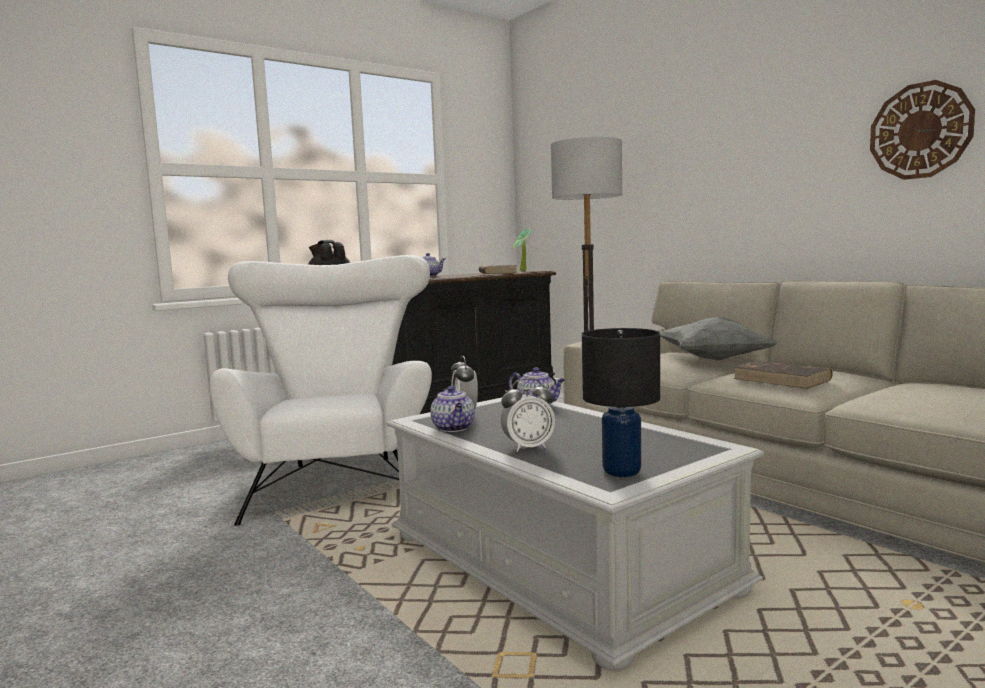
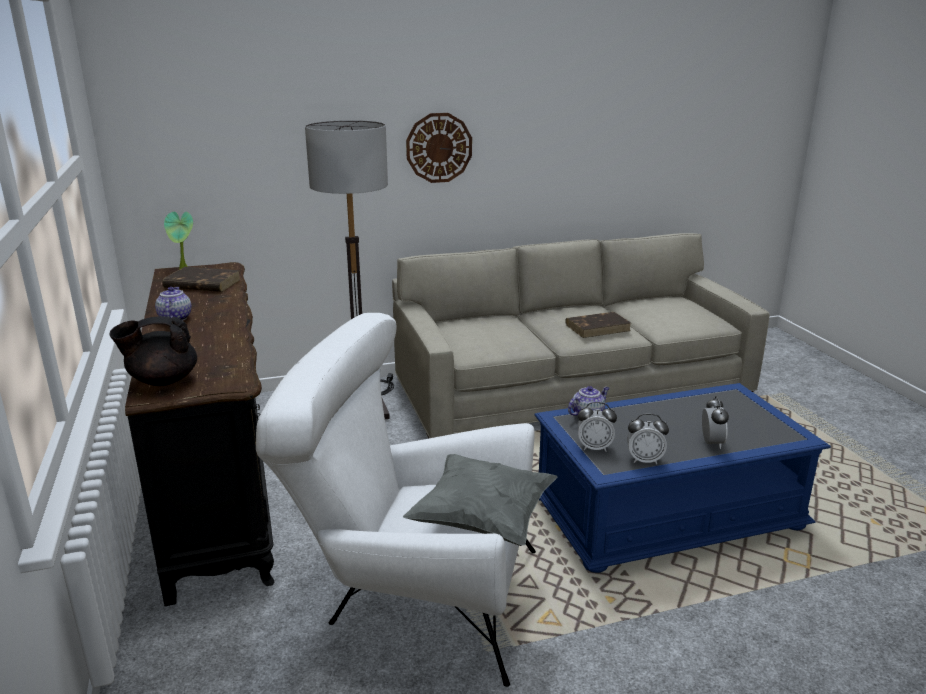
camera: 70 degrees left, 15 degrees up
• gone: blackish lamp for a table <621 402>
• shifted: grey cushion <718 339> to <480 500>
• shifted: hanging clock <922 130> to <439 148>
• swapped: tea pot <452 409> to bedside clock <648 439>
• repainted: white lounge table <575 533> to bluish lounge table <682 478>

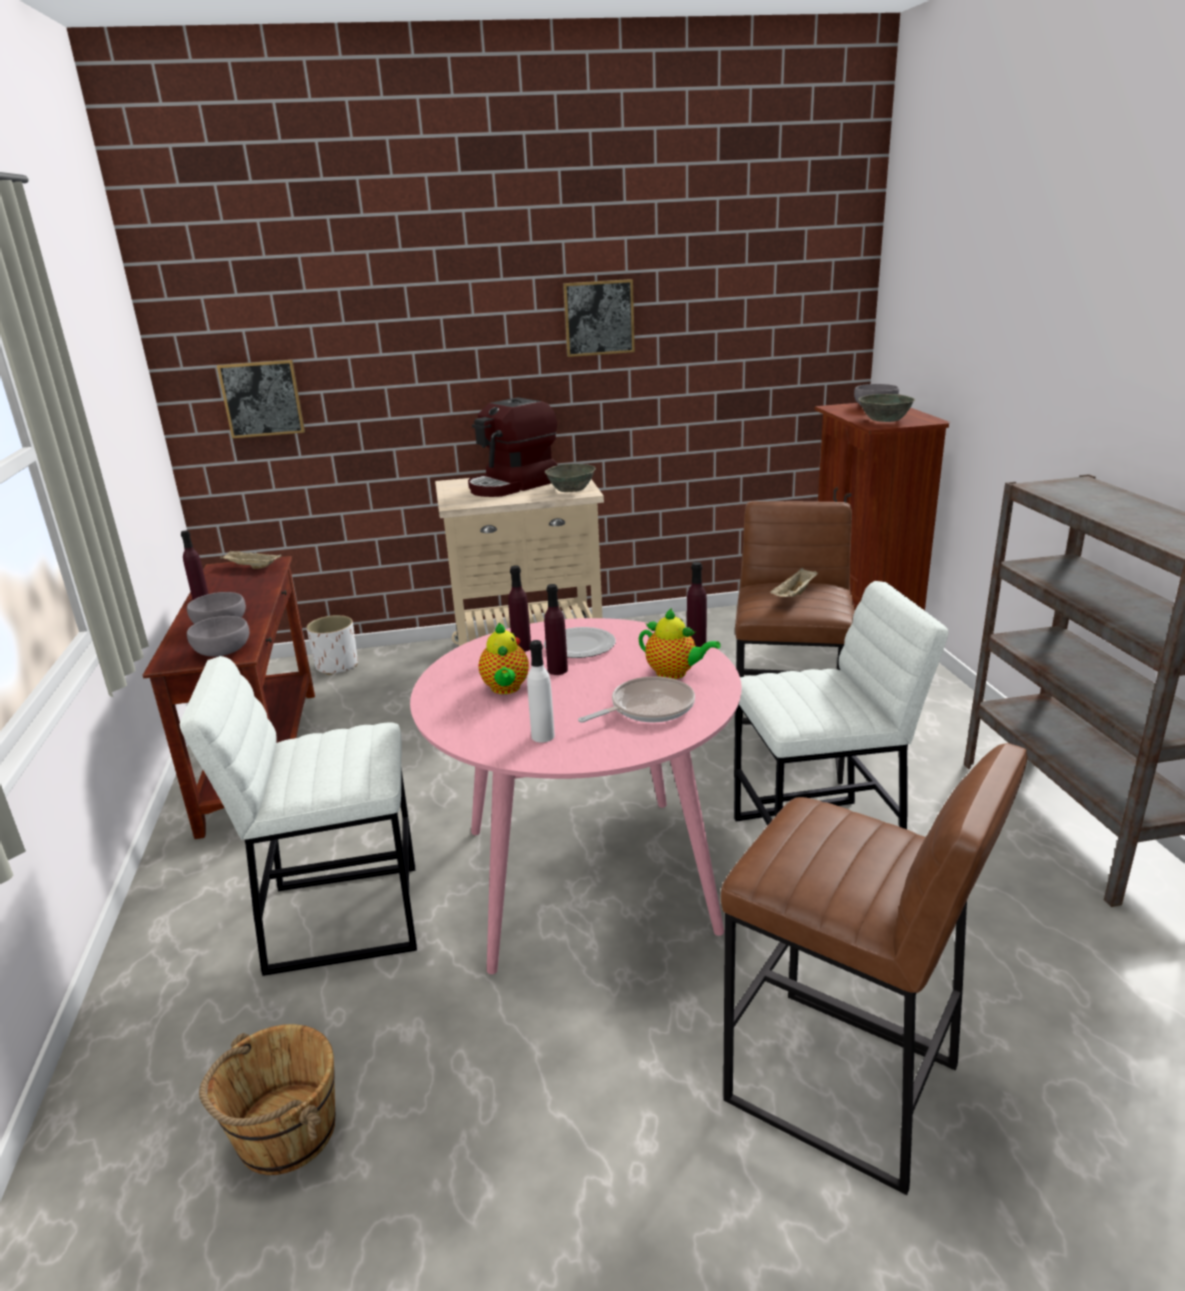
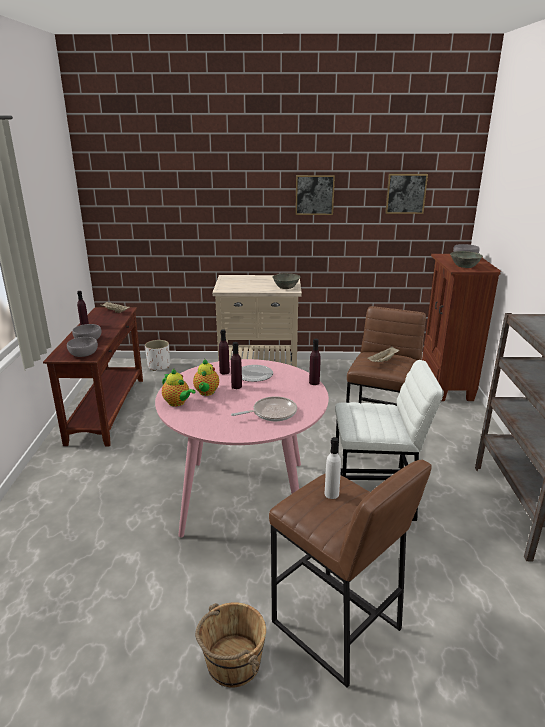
camera: 10 degrees right, 0 degrees up
• gone: white upright chair <298 816>
• gone: coffee machine <513 447>
• shifted: brownish pail <267 1099> to <230 644>
• shifted: wall picture <261 399> to <406 194>
• shifted: white bottle <541 691> to <333 468>
• shifted: tea pot <680 643> to <179 388>

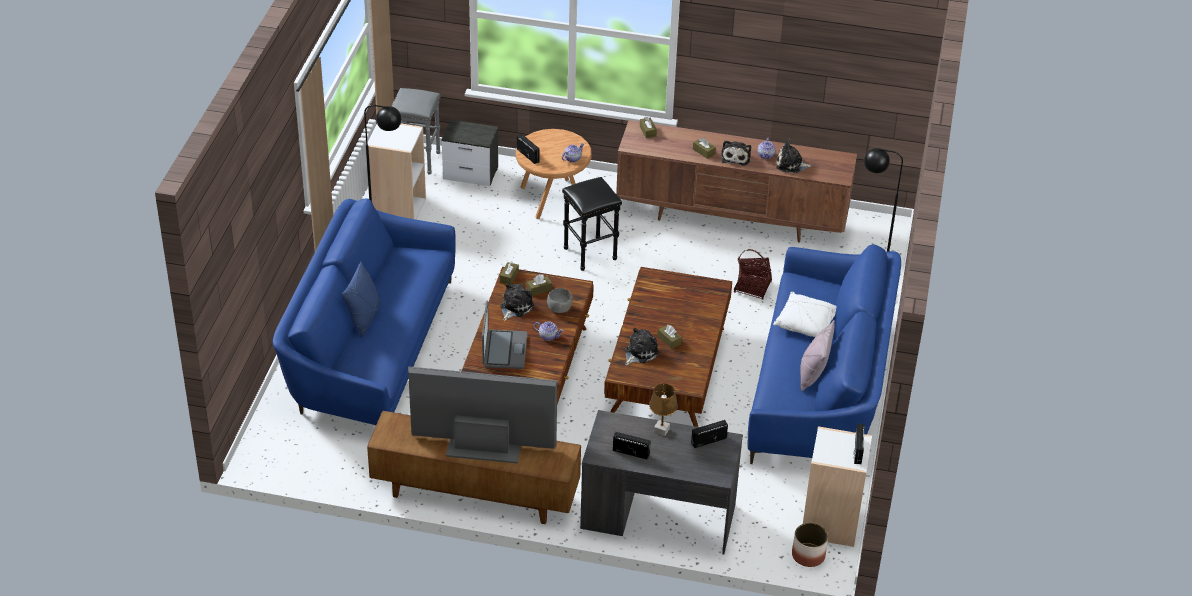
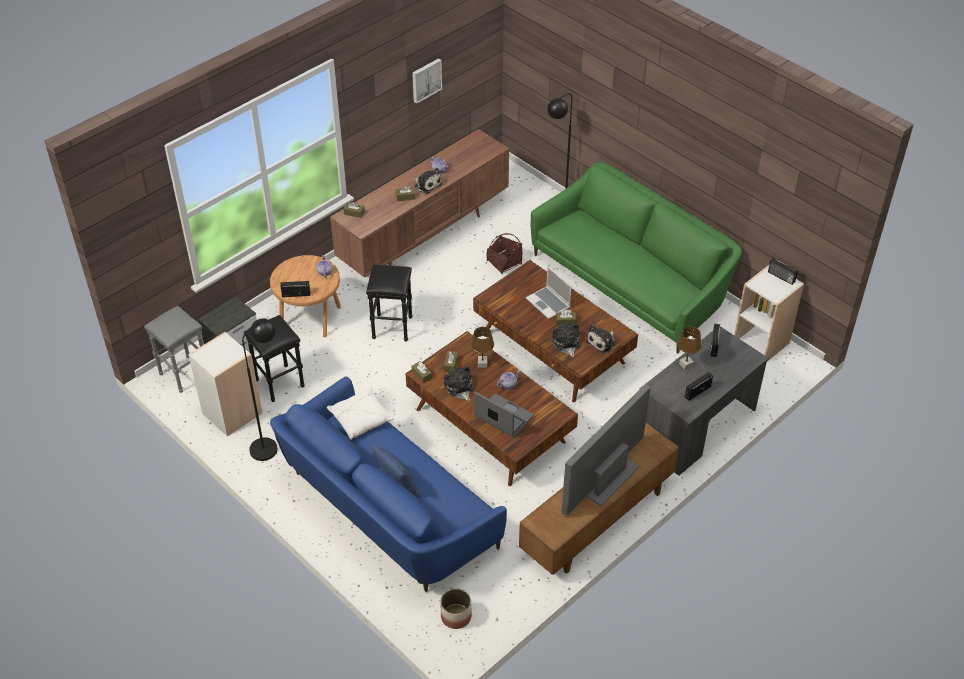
camera: 55 degrees left, 5 degrees up
• gone: purple-coloured cushion <817 355>
• new: blackish stool <274 358>
• new: wall picture <427 81>
• new: portable computer <548 293>
• shifted: white cushion <804 314> to <360 414>
• shifted: cuddly toy <794 156> to <601 339>
• shifted: plant pot <810 545> to <456 608>
• swapped: grey serving bowl <560 300> to brownish lamp for a table <482 347>
• repainted: bluish settee <824 354> to green settee <636 257>

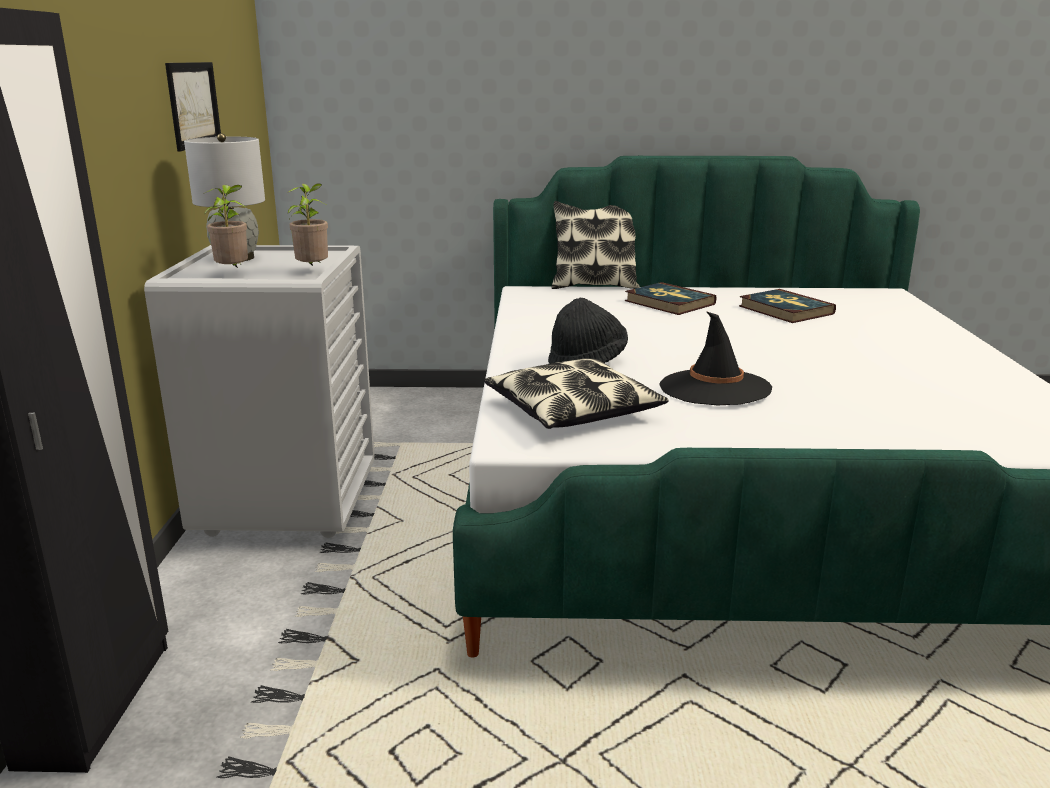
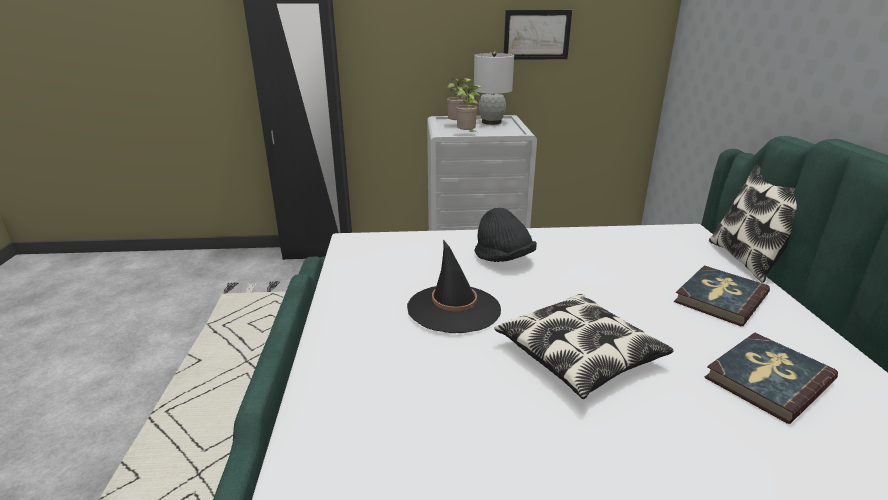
camera: 85 degrees right, 5 degrees up
• shifted: cushion <576 394> to <584 346>

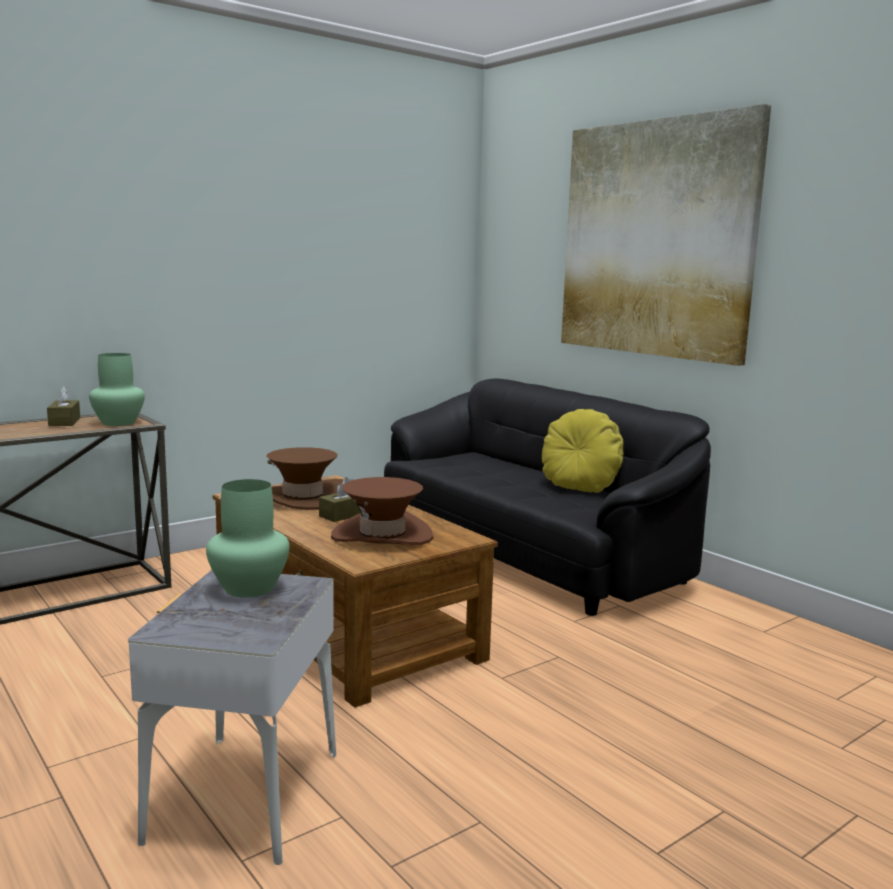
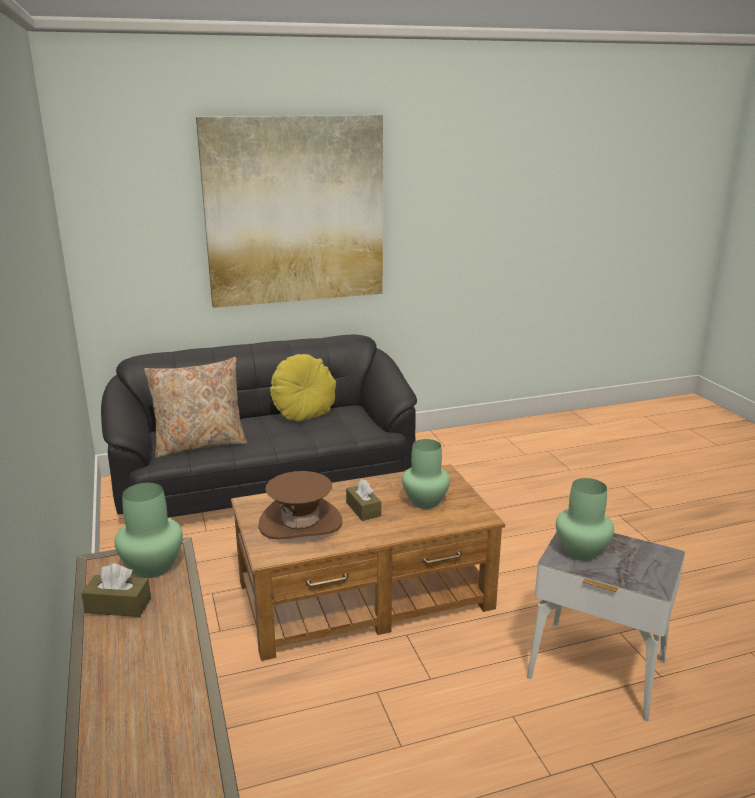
camera: 70 degrees left, 10 degrees up
• new: beige-coloured cushion <195 407>
• swapped: brownish wearable hat <382 511> to green flower vase <426 474>

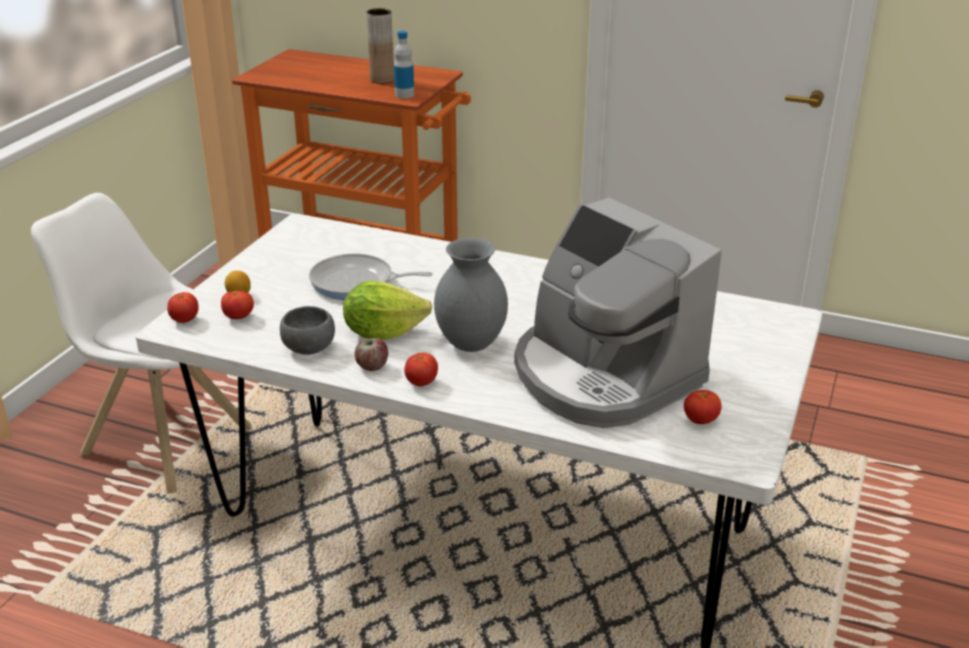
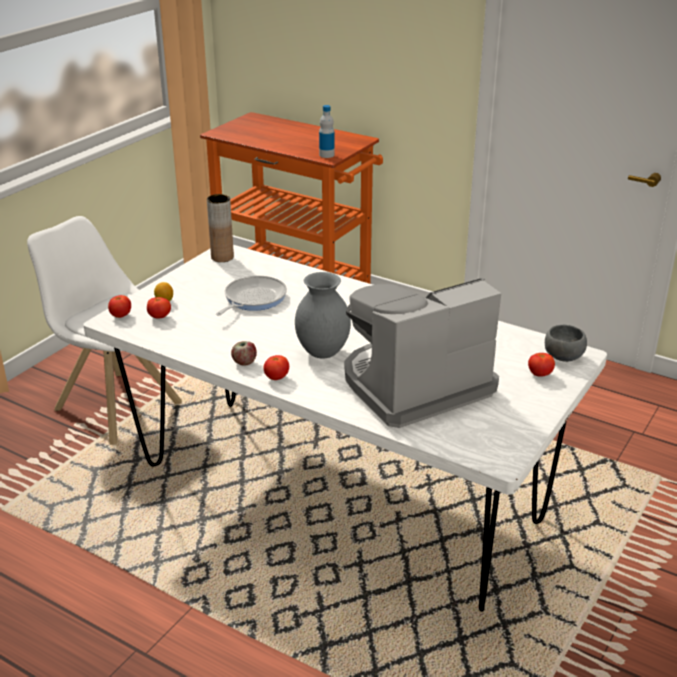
camera: 10 degrees right, 0 degrees up
• gone: lettuce <387 310>
• shifted: grey serving bowl <307 330> to <566 343>
• shifted: brownish flower vase <380 46> to <220 228>
• shifted: tomato <703 407> to <541 365>
• rotated: skillet <371 277> = <251 296> 105 degrees clockwise
• rotated: coffee machine <618 313> = <423 353> 90 degrees clockwise

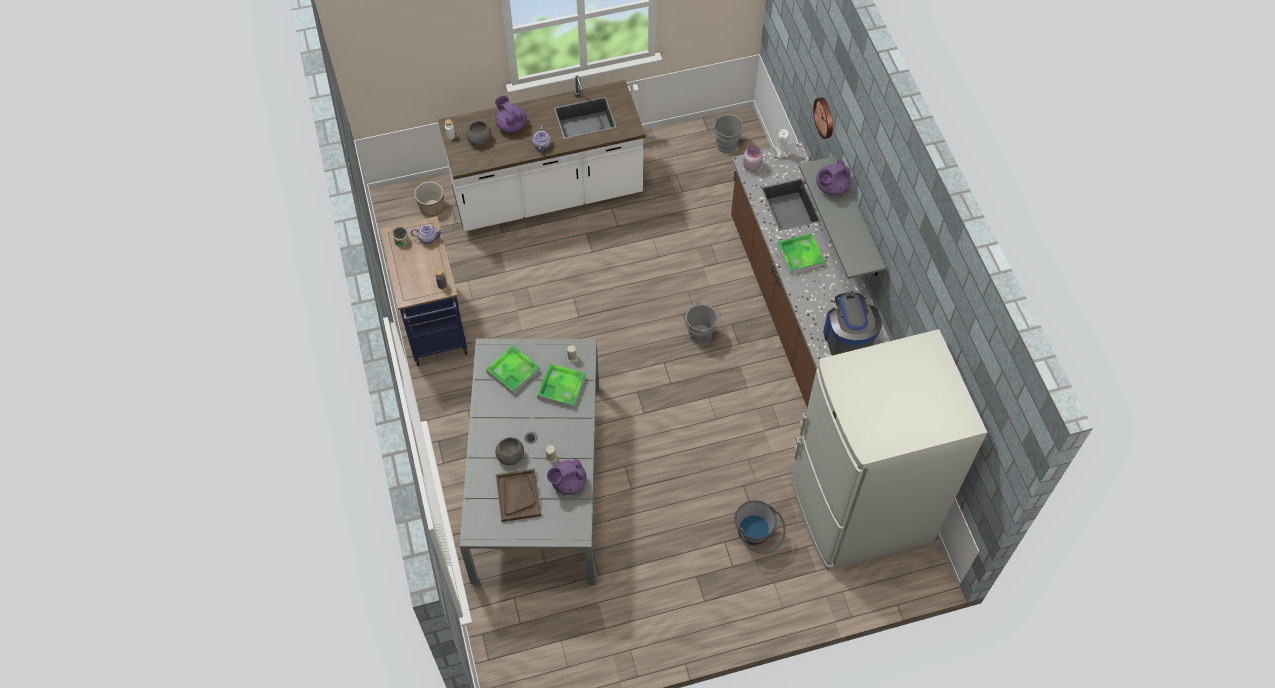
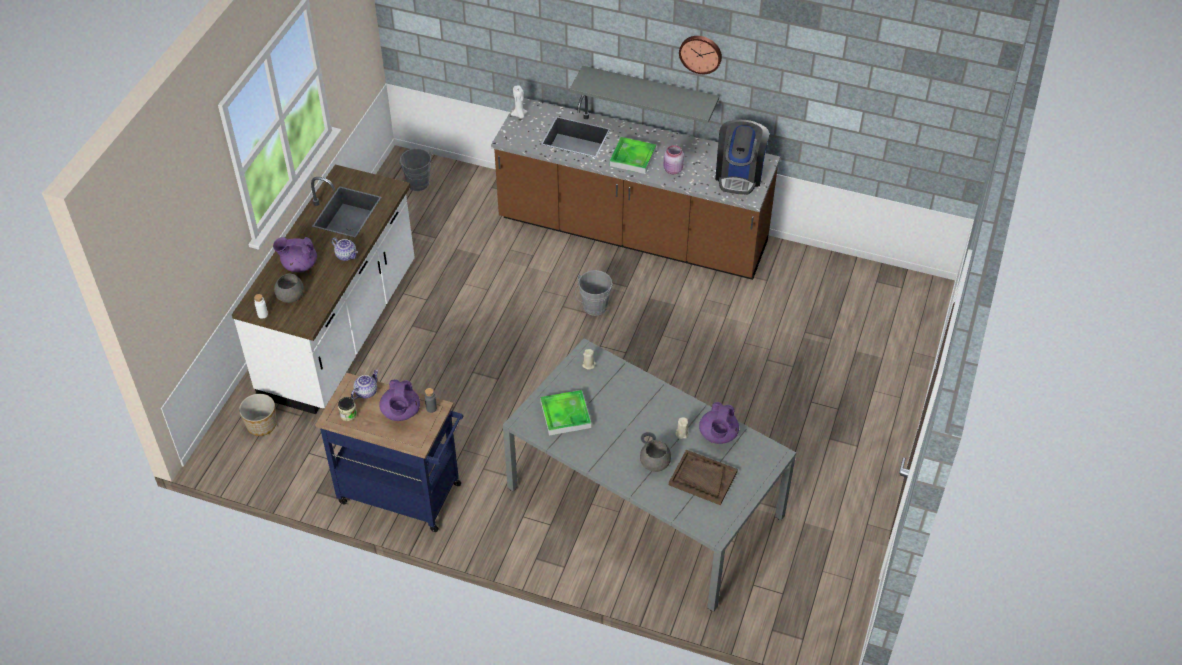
camera: 55 degrees left, 10 degrees down
• gone: carrying tray <561 386>
• gone: grey pail <760 527>
• gone: white kitchen fridge <890 450>
• shifted: pinkish preserve jar <753 159> to <673 159>
• shifted: hanging clock <823 118> to <700 55>
• shifted: purple-coloured tea pot <833 177> to <399 400>
• rotated: coffee machine <852 324> = <742 157> 105 degrees counterclockwise

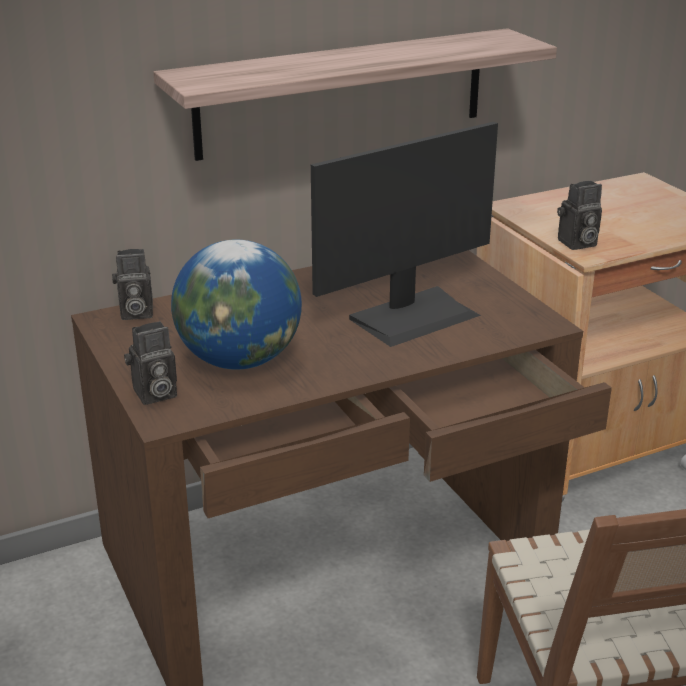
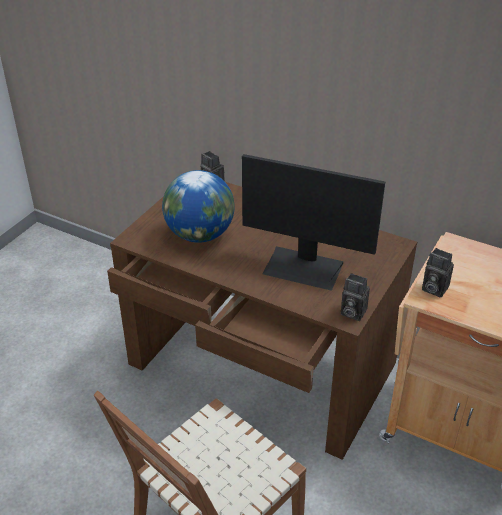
camera: 55 degrees right, 10 degrees up
• gone: shelf <355 94>
• shifted: still camera <150 363> to <355 297>

